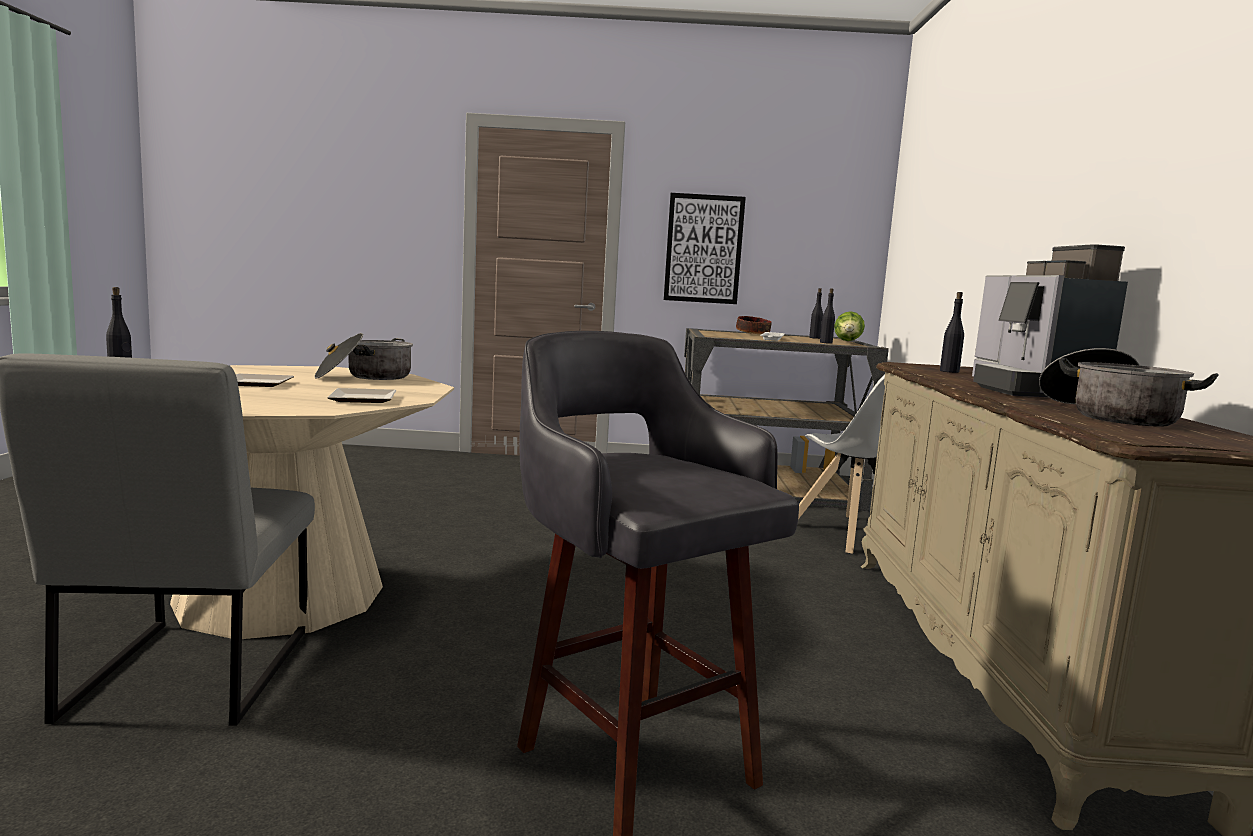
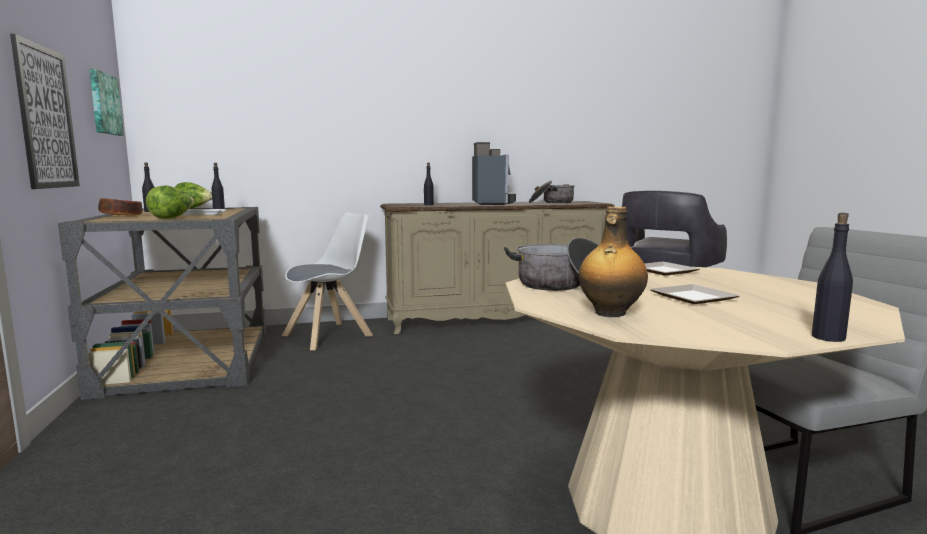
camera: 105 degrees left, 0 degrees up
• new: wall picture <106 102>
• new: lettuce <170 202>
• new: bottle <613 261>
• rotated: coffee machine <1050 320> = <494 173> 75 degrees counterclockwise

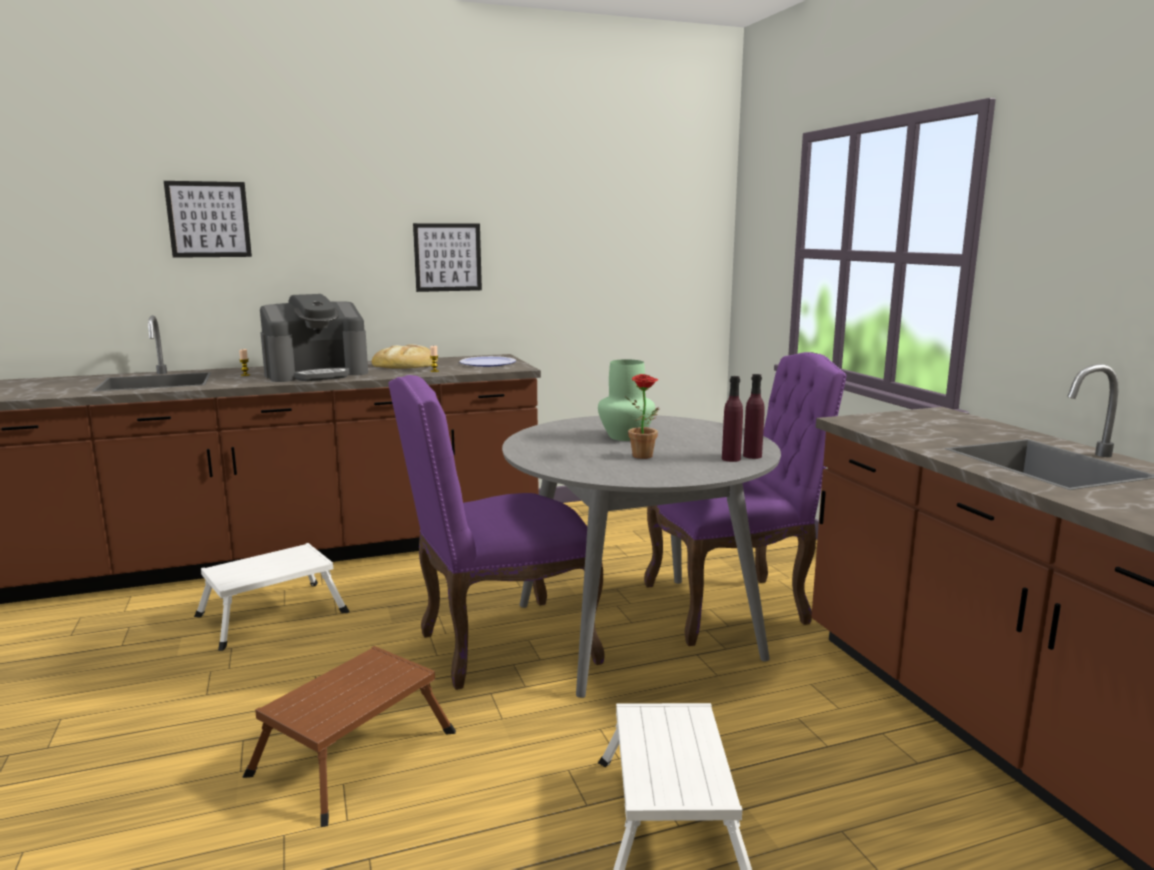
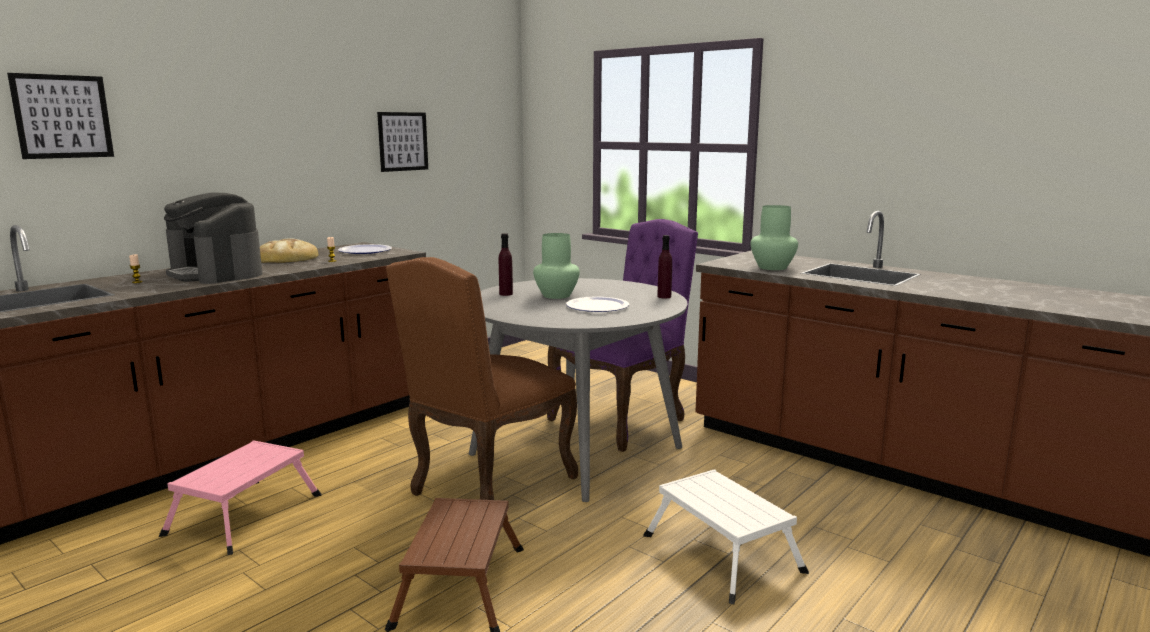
camera: 30 degrees left, 0 degrees up
• new: green flower vase <774 237>
• shifted: wall picture <447 257> to <402 142>
• shifted: purple-coloured bottle <732 419> to <506 264>
• swapped: houseplant <641 416> to plate <597 304>
• repainted: white step stool <271 597> to pinkish step stool <240 497>
• repainted: purple-coloured upright chair <497 532> to brownish upright chair <482 378>
• rotated: coffee machine <314 338> = <213 238> 105 degrees clockwise

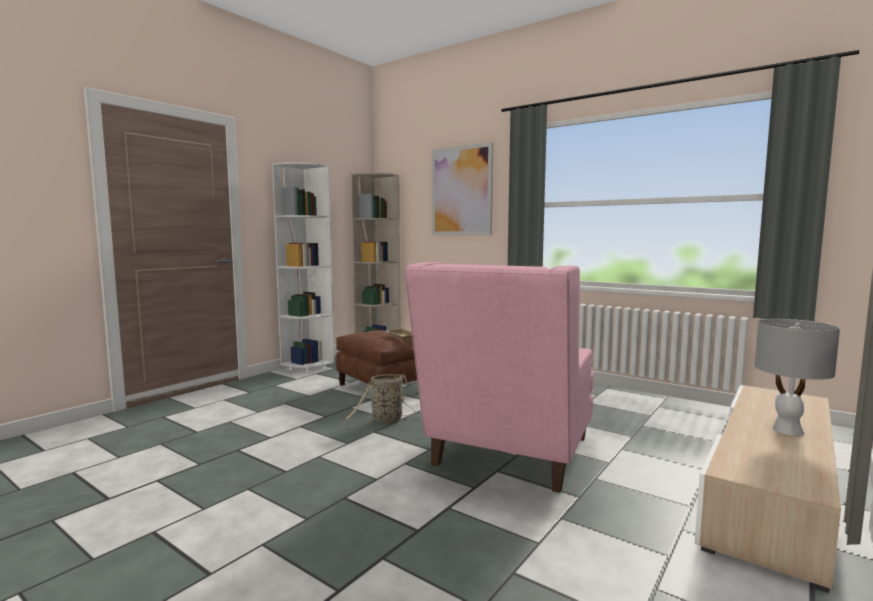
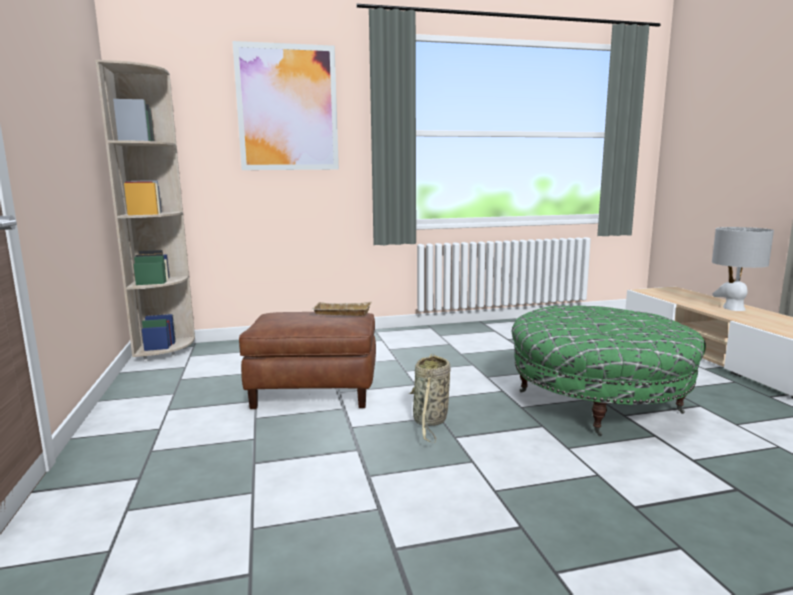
camera: 50 degrees left, 5 degrees up
• gone: white bookshelf <303 267>
• swapped: pinkish lounge chair <499 377> to green ottoman <609 371>

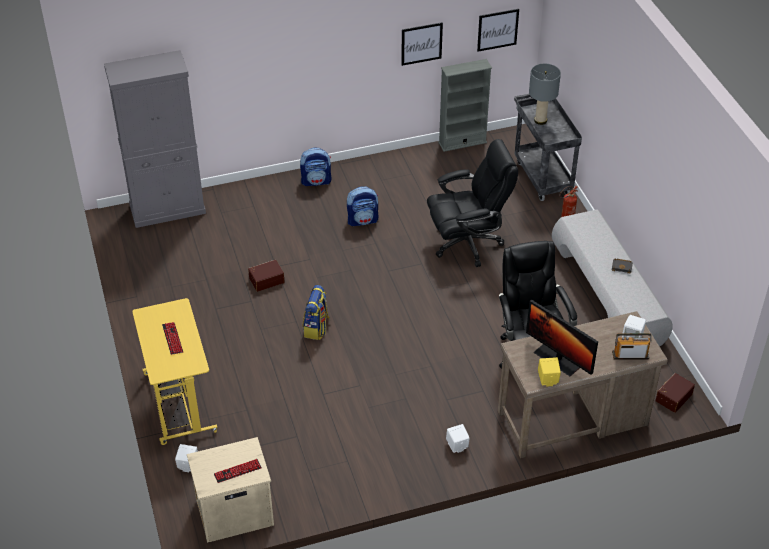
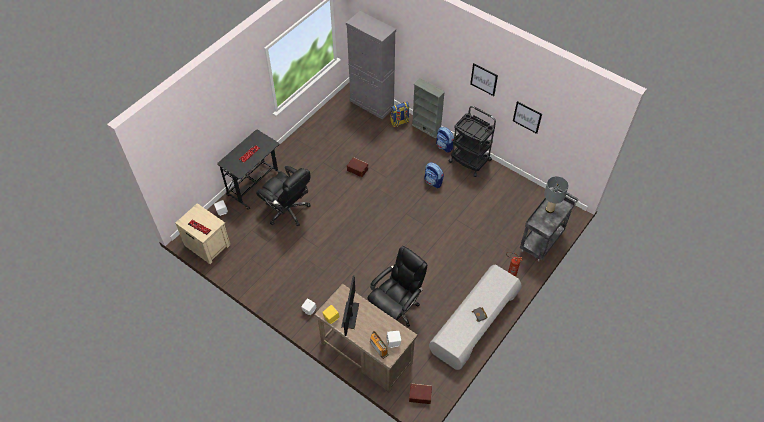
camera: 55 degrees right, 10 degrees up
• new: blackish wheeled cart <472 141>
• shifted: backpack <316 312> to <399 114>
• shifted: blackish office chair <472 203> to <283 196>
• shifted: grey bookshelf <465 105> to <428 108>
• shifted: wall picture <498 30> to <484 79>
• repainted: yellow-coloured desk unit <174 371> to blackish desk unit <248 170>

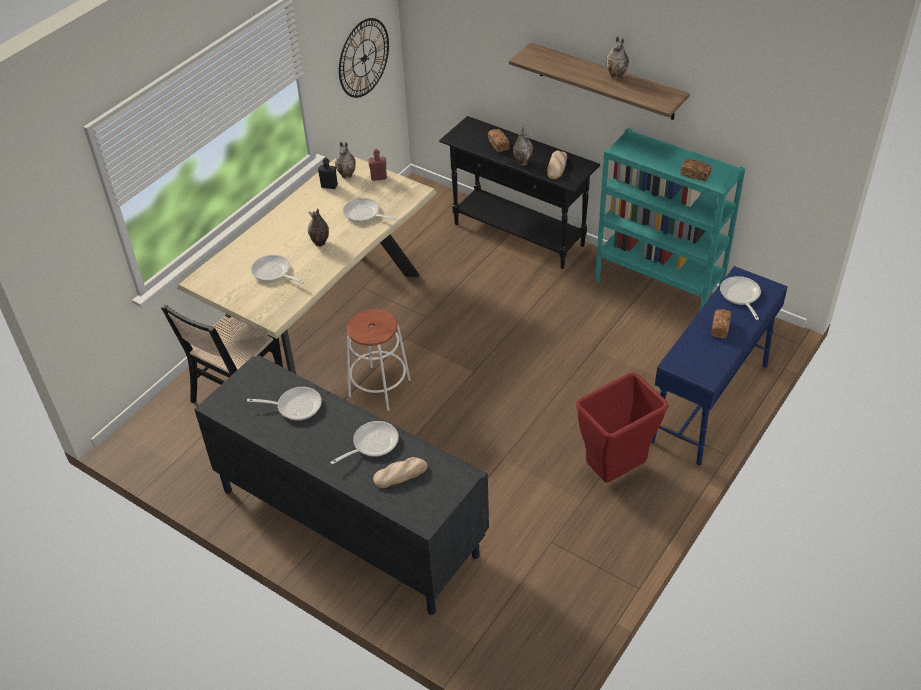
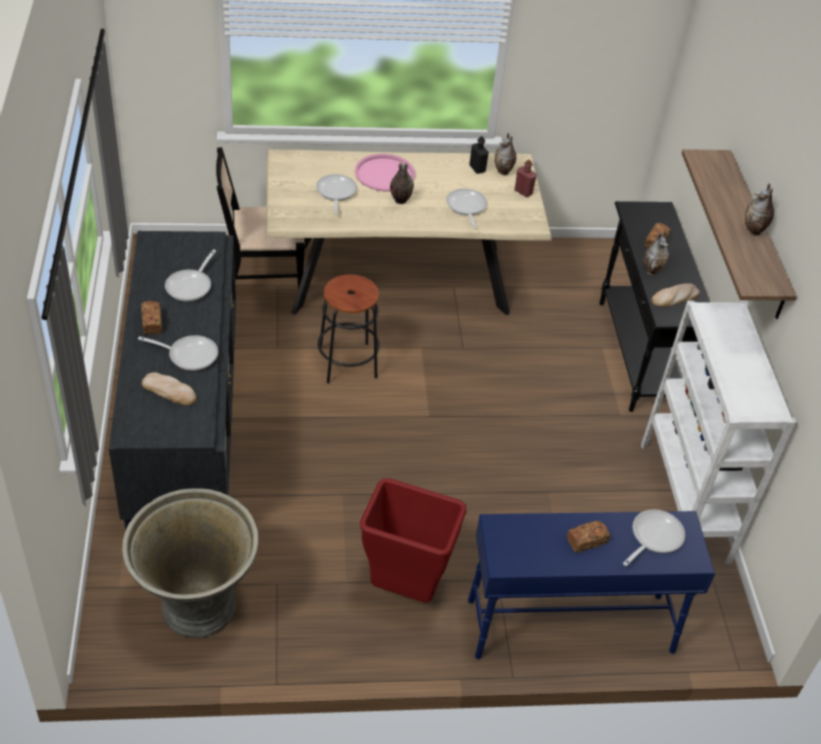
camera: 45 degrees right, 0 degrees up
• gone: hanging clock <364 58>
• new: grey plant pot <190 563>
• new: pinkish carrying tray <385 172>
• shifted: bread <696 170> to <151 318>
• repainted: white stool <378 360> to blackish stool <349 329>
• repainted: blue-green bookshelf <670 219> to white bookshelf <718 432>
• rotated: skillet <284 403> = <190 276> 60 degrees clockwise

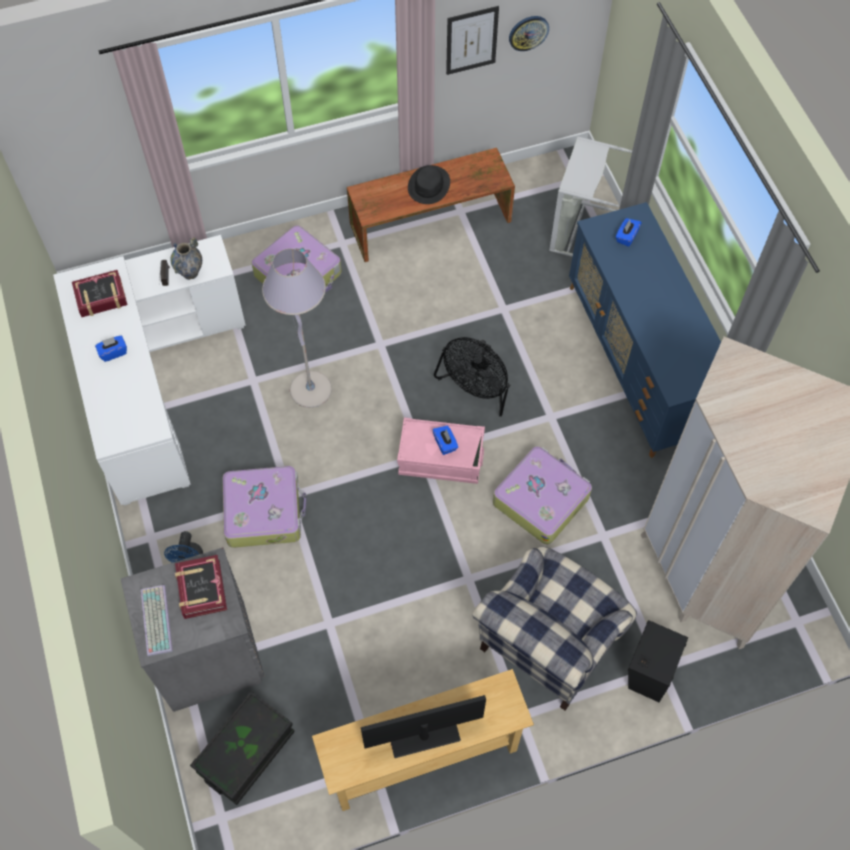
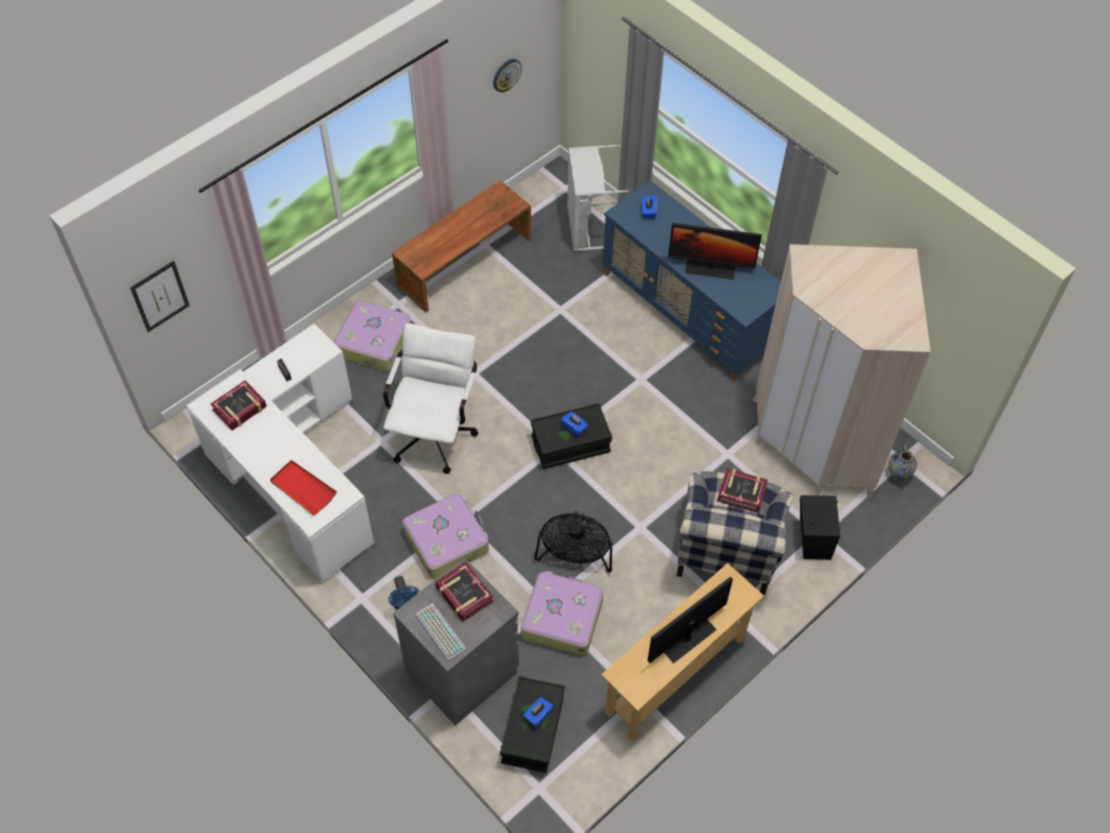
camera: 25 degrees left, 5 degrees down
• gone: blackish wearable hat <429 184>
• new: reddish carrying tray <303 487>
• new: monitor <715 251>
• new: volume <742 490>
• shifted: bluish tissue box <111 349> to <538 712>
• shifted: flower vase <186 258> to <902 462>
• shifted: blackish fan <472 377> to <573 542>
• shifted: wall picture <472 40> to <160 296>
• shifted: piece of luggage <542 495> to <562 613>
• swapped: grey standing lamp <297 328> to white office chair <430 398>
• repainted: pinkish storage bin <441 451> to blackish storage bin <571 436>

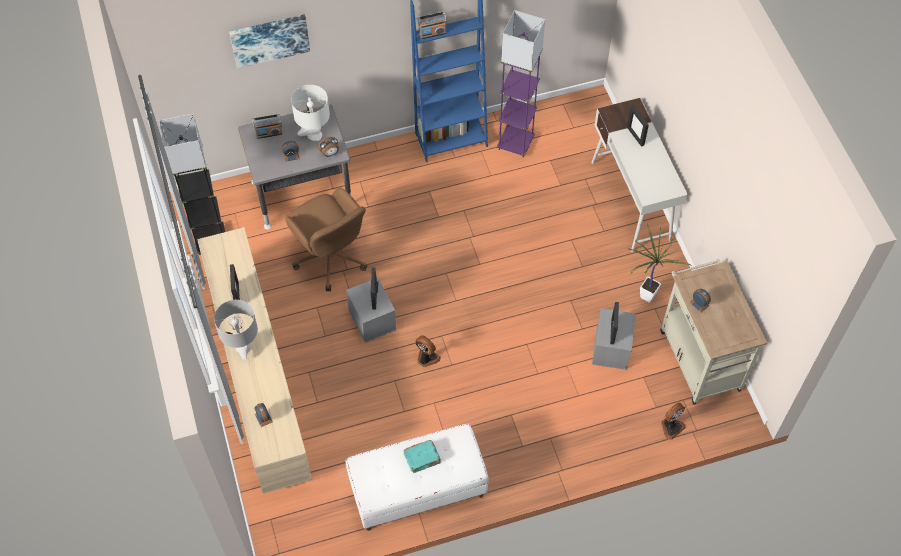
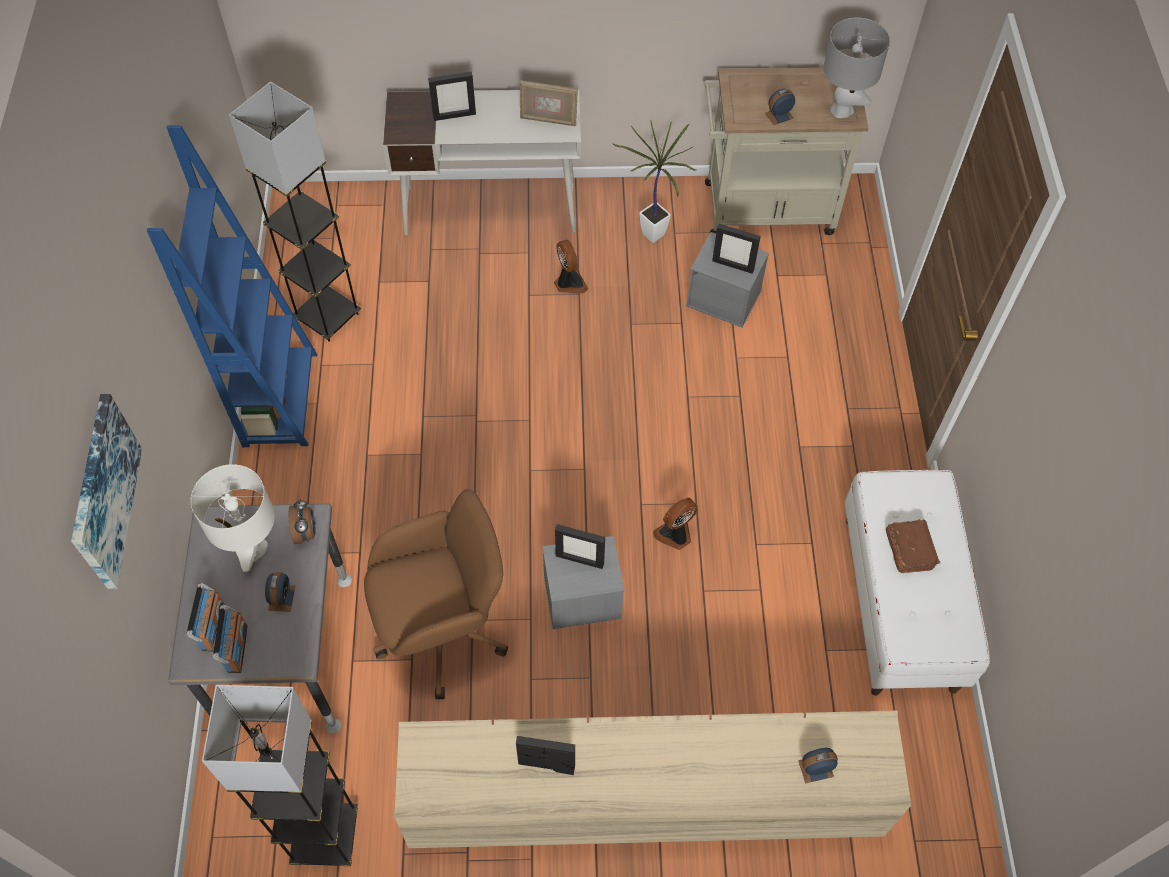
camera: 75 degrees left, 0 degrees up
• new: photo frame <549 103>
• shifted: grey lamp for a table <236 330> to <856 67>
• shifted: radio receiver <432 25> to <230 639>
• shifted: fan <673 421> to <571 267>
• repainted: blue-green volume <422 456> to brownish volume <913 546>
• repainted: purple-coloured standing lamp <521 84> to grey standing lamp <295 211>

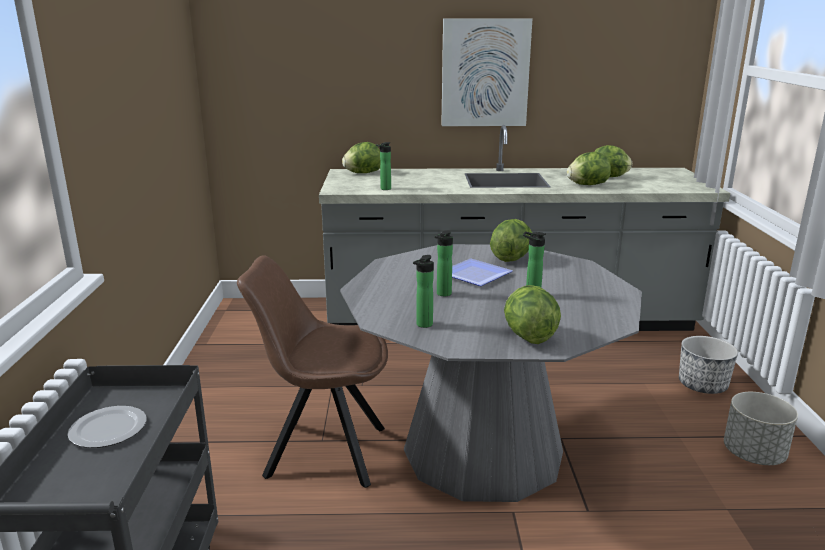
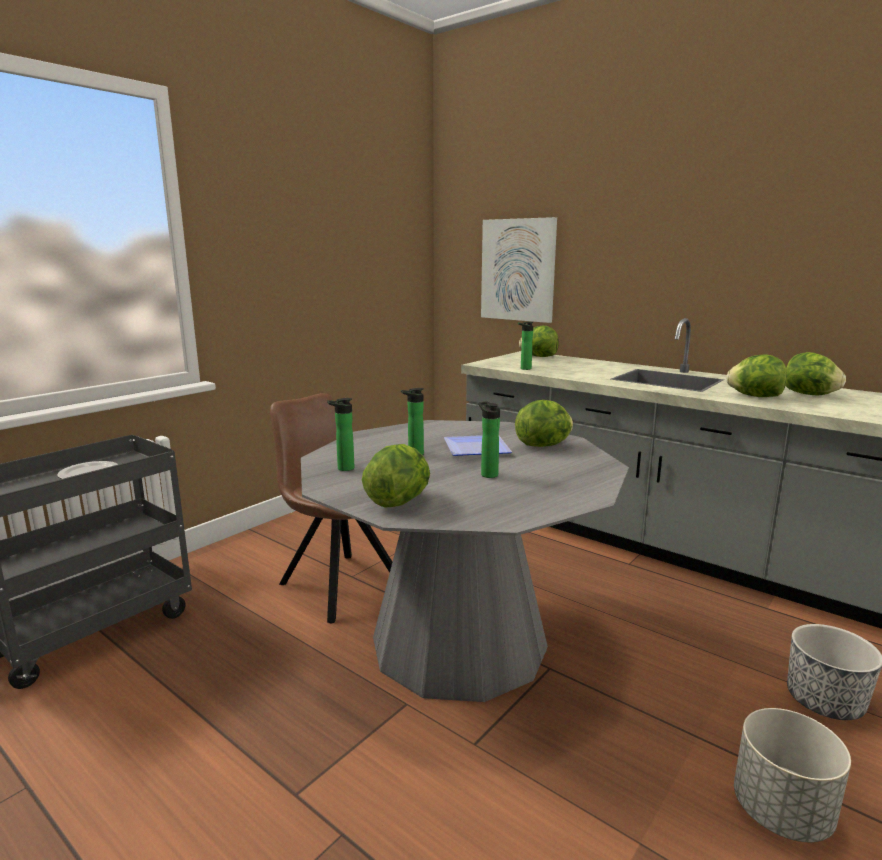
camera: 40 degrees right, 5 degrees down
• shifted: wall picture <486 72> to <519 270>

